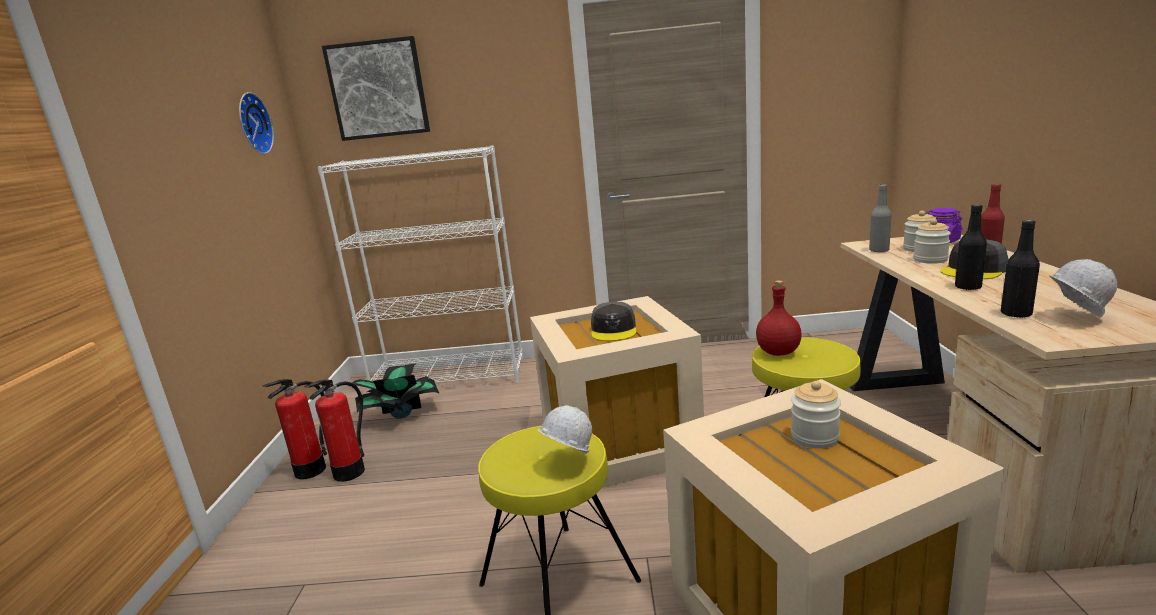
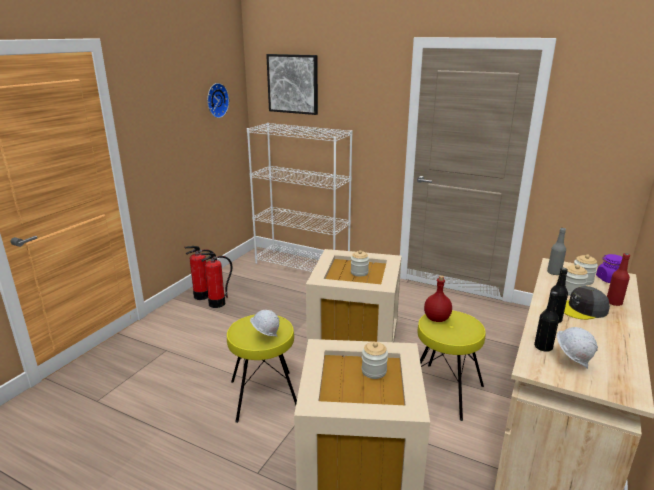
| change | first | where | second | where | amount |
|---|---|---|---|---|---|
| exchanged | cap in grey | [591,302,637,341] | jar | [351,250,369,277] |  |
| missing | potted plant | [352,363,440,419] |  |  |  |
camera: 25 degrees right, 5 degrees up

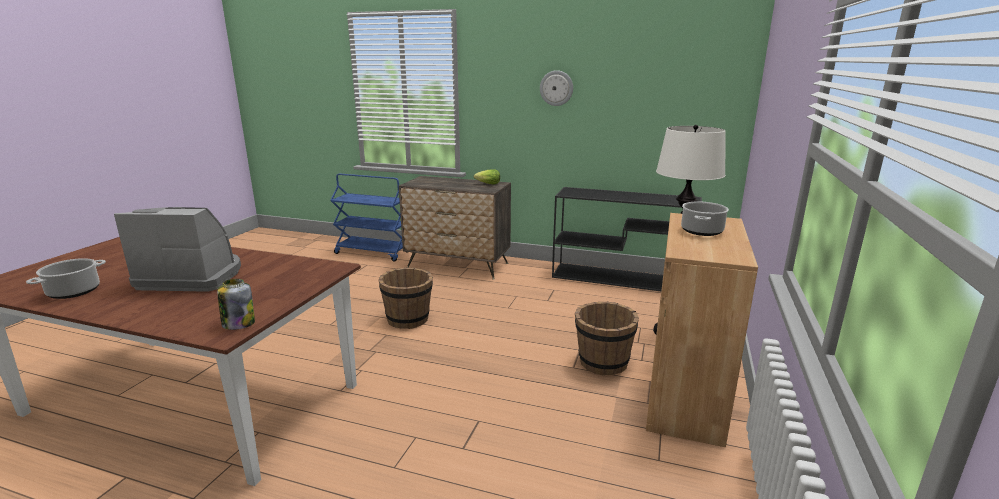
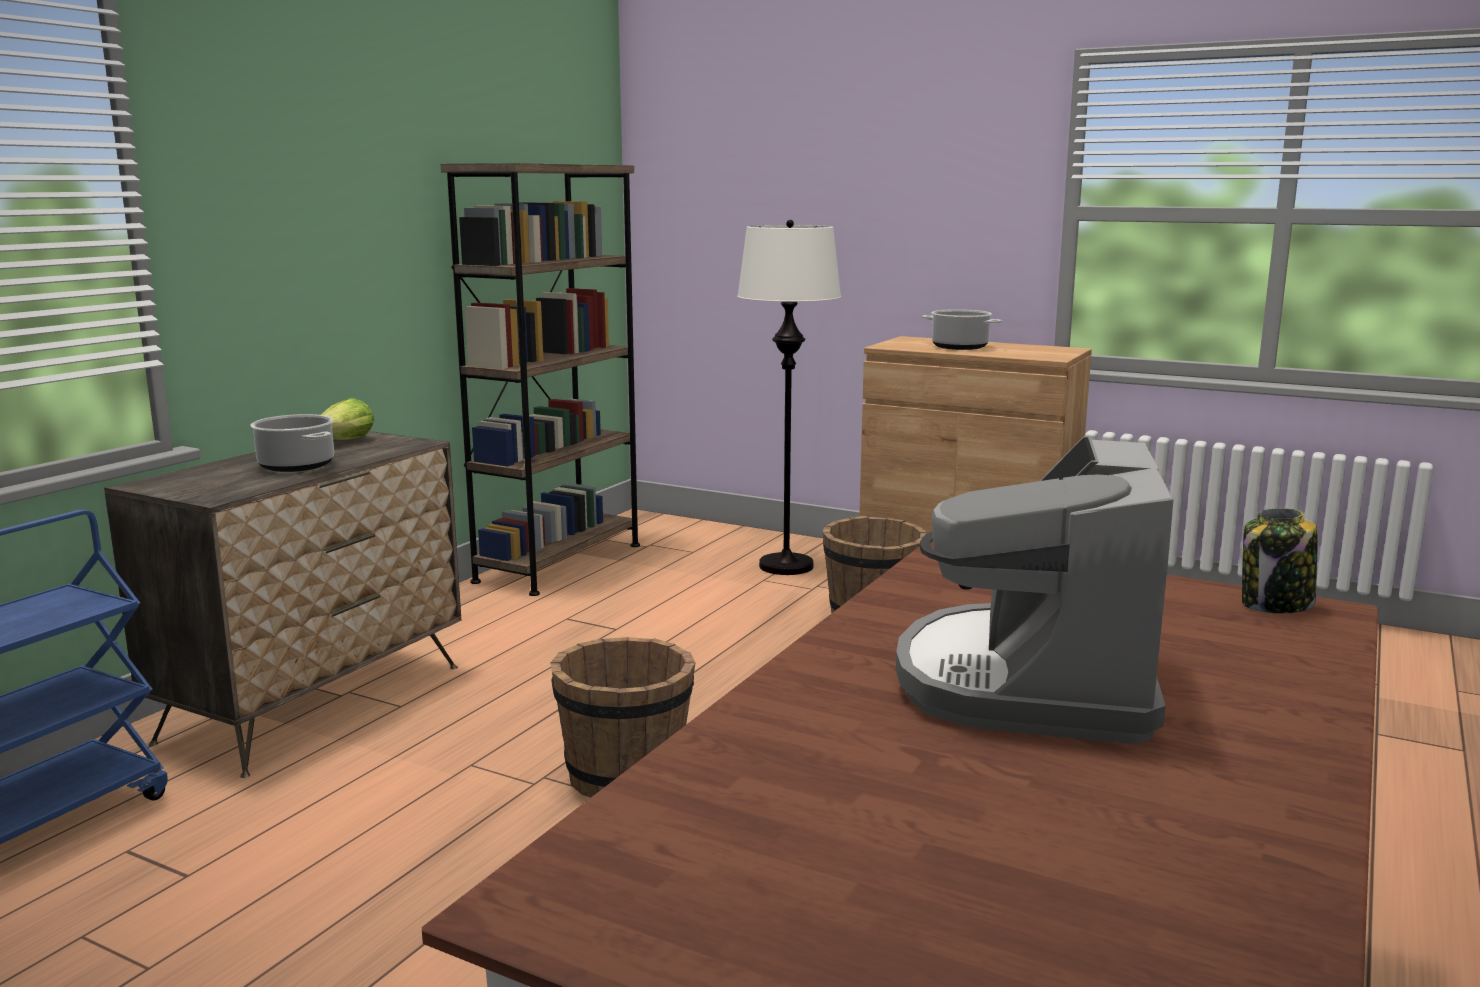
| change | first | where | second | where | amount |
|---|---|---|---|---|---|
| missing | wall clock | [540,70,573,106] |  |  |  |
| exchanged | console table in black | [552,187,702,291] | bookcase in brown | [441,163,640,596] |  |
| relocated | cooking pot | [26,258,106,299] |  | [251,414,334,472] |  |
camera: 80 degrees left, 5 degrees down

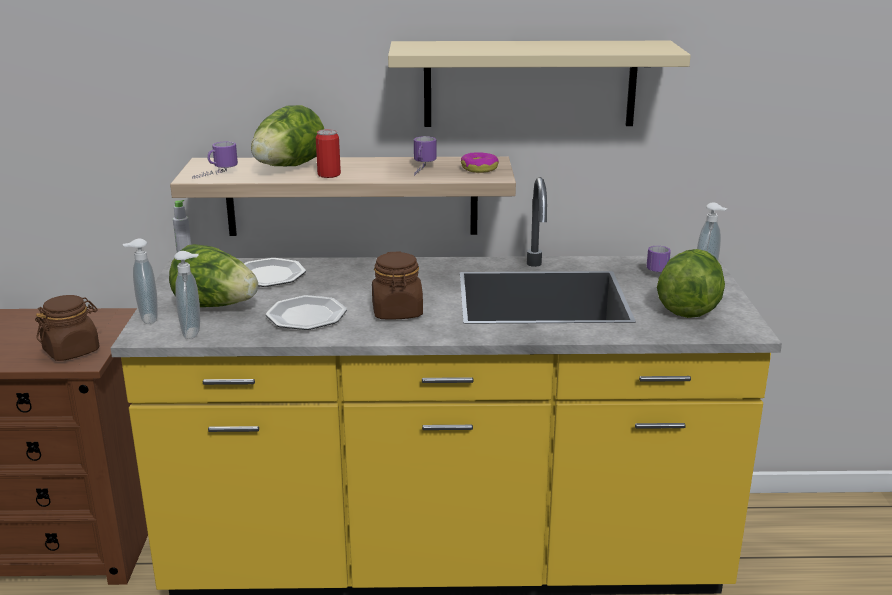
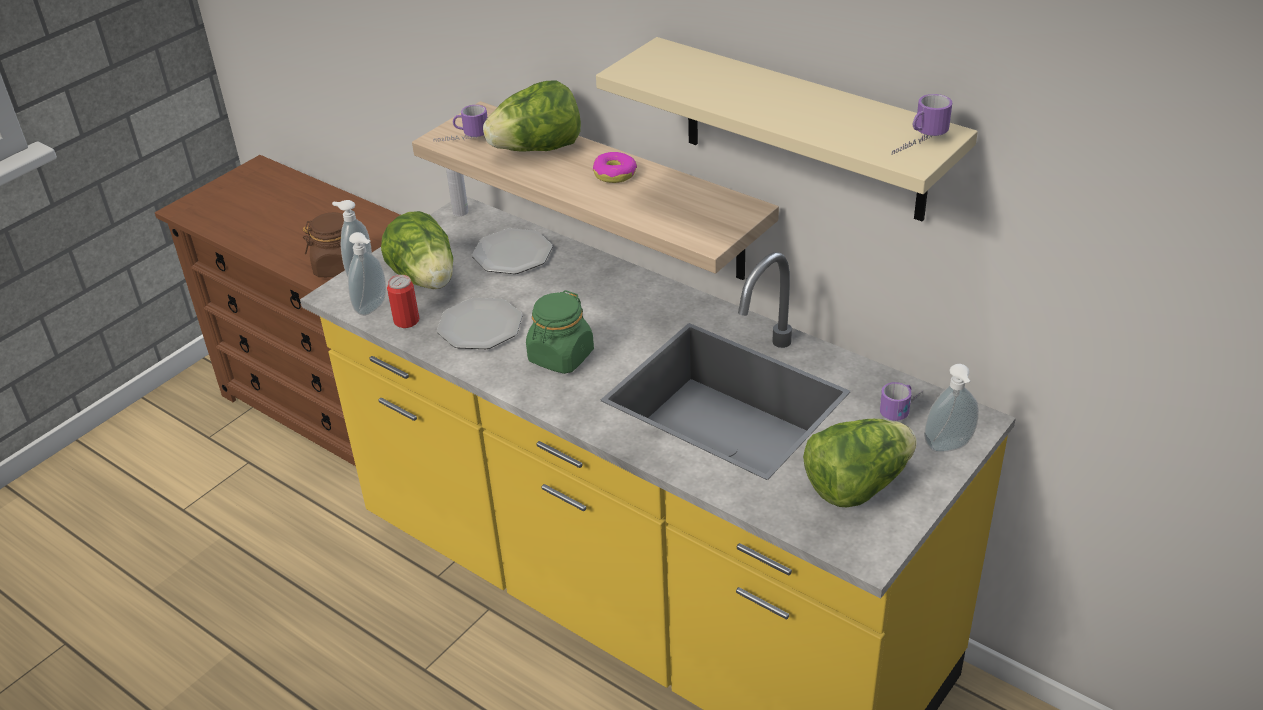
| change | first | where | second | where | amount |
|---|---|---|---|---|---|
| relocated | can | [316,129,341,178] |  | [387,275,419,328] |  |
| relocated | mug | [414,136,436,176] |  | [892,94,952,155] |  |
| relocated | donut | [461,152,499,173] |  | [593,152,637,183] |  |
| colour | jar in brown | [372,251,423,320] | jar in green | [526,290,594,374] |  |
camera: 40 degrees right, 15 degrees up

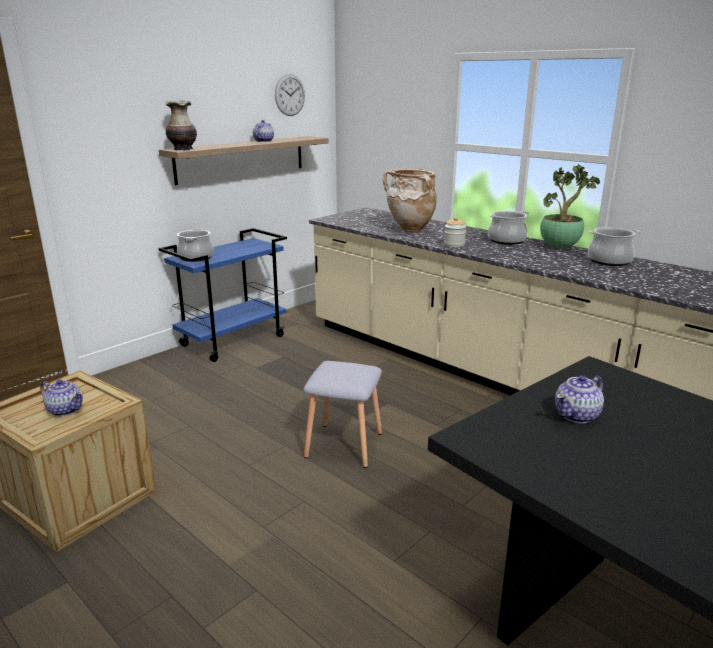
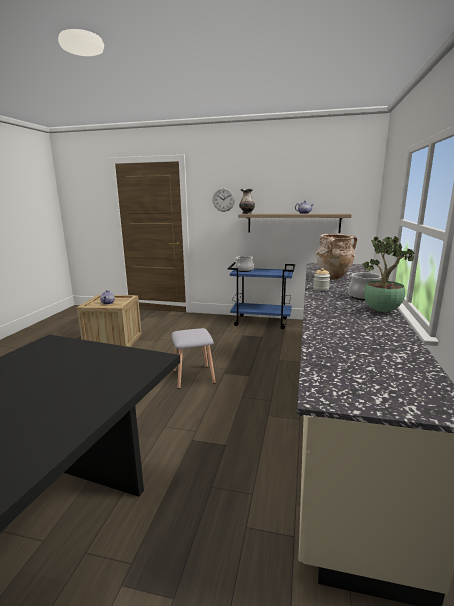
| change | first | where | second | where | amount |
|---|---|---|---|---|---|
| relocated | wall clock | [275,74,305,116] |  | [212,187,235,212] |  |
| missing | cooking pot | [588,227,640,266] |  |  |  |
| missing | teapot | [555,375,604,424] |  |  |  |
camera: 60 degrees right, 5 degrees down

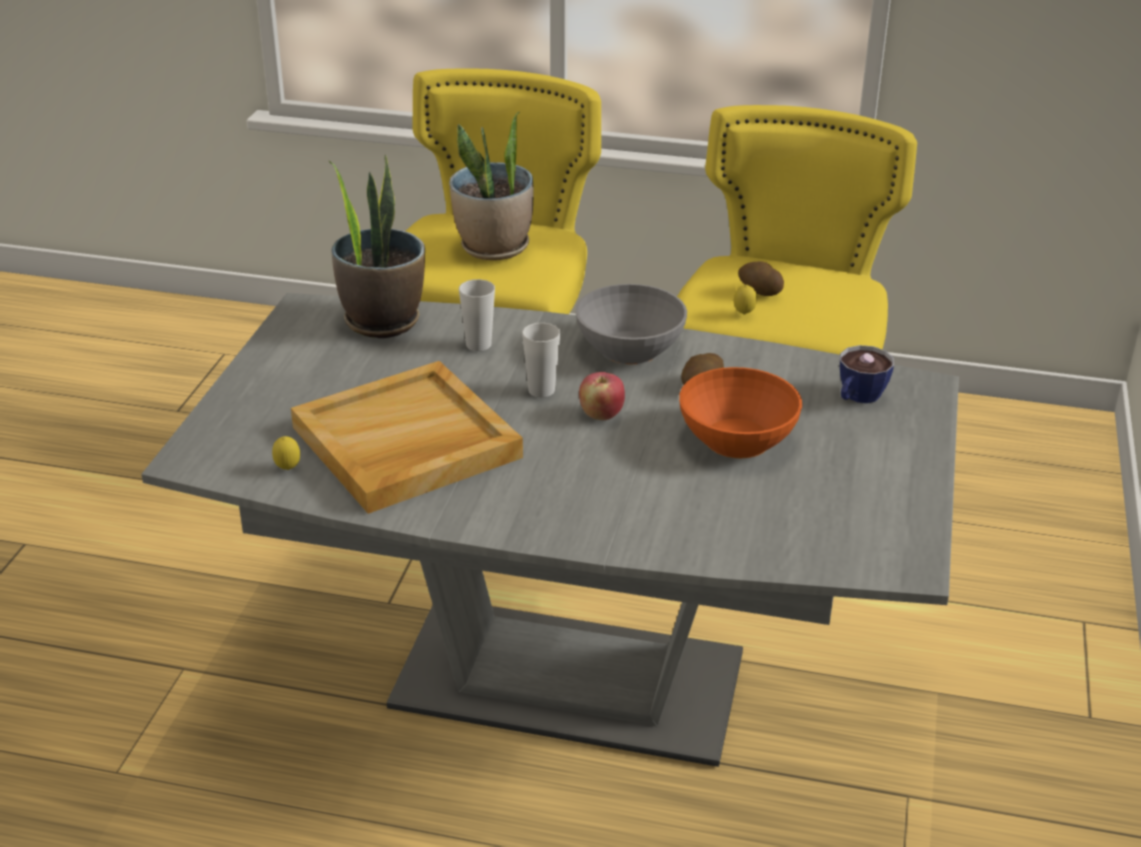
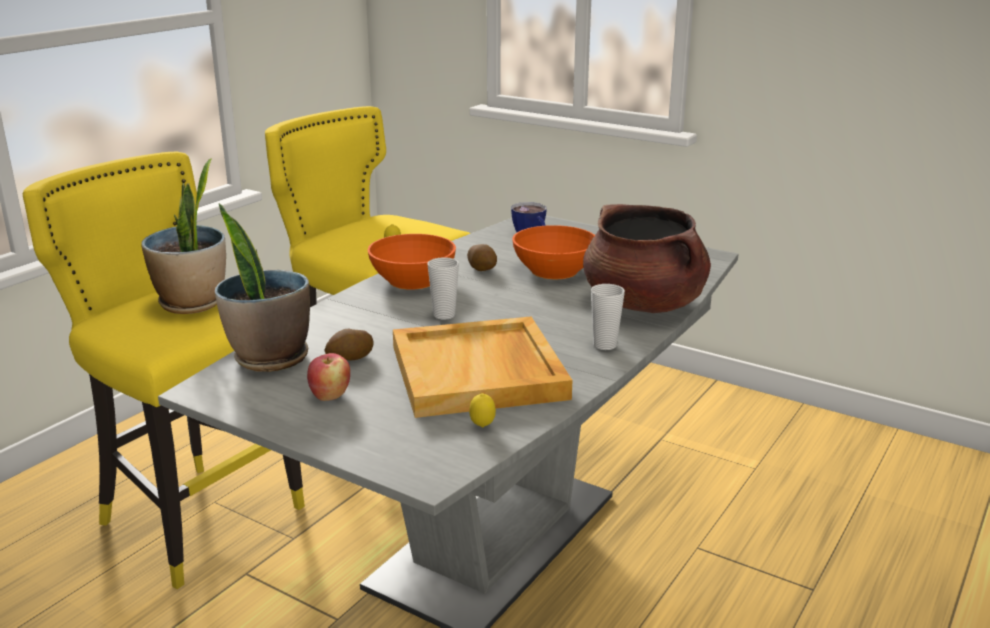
| change | first | where | second | where | amount |
|---|---|---|---|---|---|
| relocated | potato | [738,261,784,296] |  | [324,329,374,361] |  |
| relocated | cup | [459,279,495,351] |  | [591,284,625,350] |  |
| colour | bowl in grey | [575,284,687,364] | bowl in orange | [368,234,456,290] |  |
| relocated | apple | [579,372,625,420] |  | [307,353,350,401] |  |
| appeared |  |  | cooking pot in brown | [583,204,711,313] |  |
camera: 70 degrees left, 10 degrees down

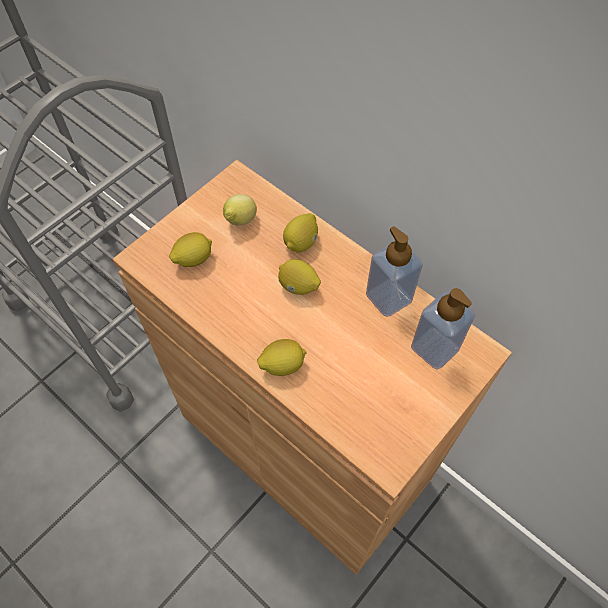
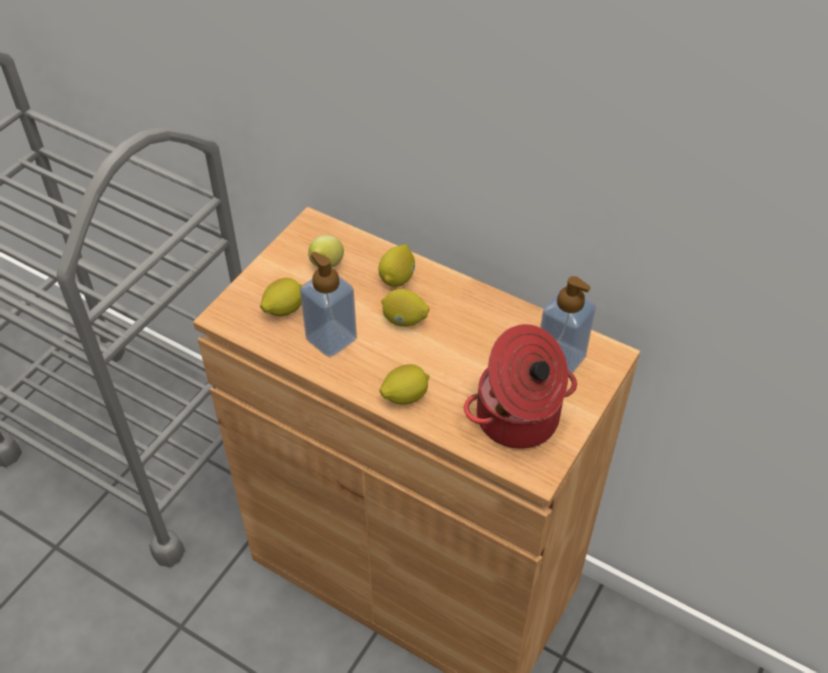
| change | first | where | second | where | amount |
|---|---|---|---|---|---|
| relocated | soap dispenser | [366,226,423,317] |  | [300,252,357,357] |  |
| appeared |  |  | cooking pot | [464,324,577,449] |  |
camera: 10 degrees left, 10 degrees down

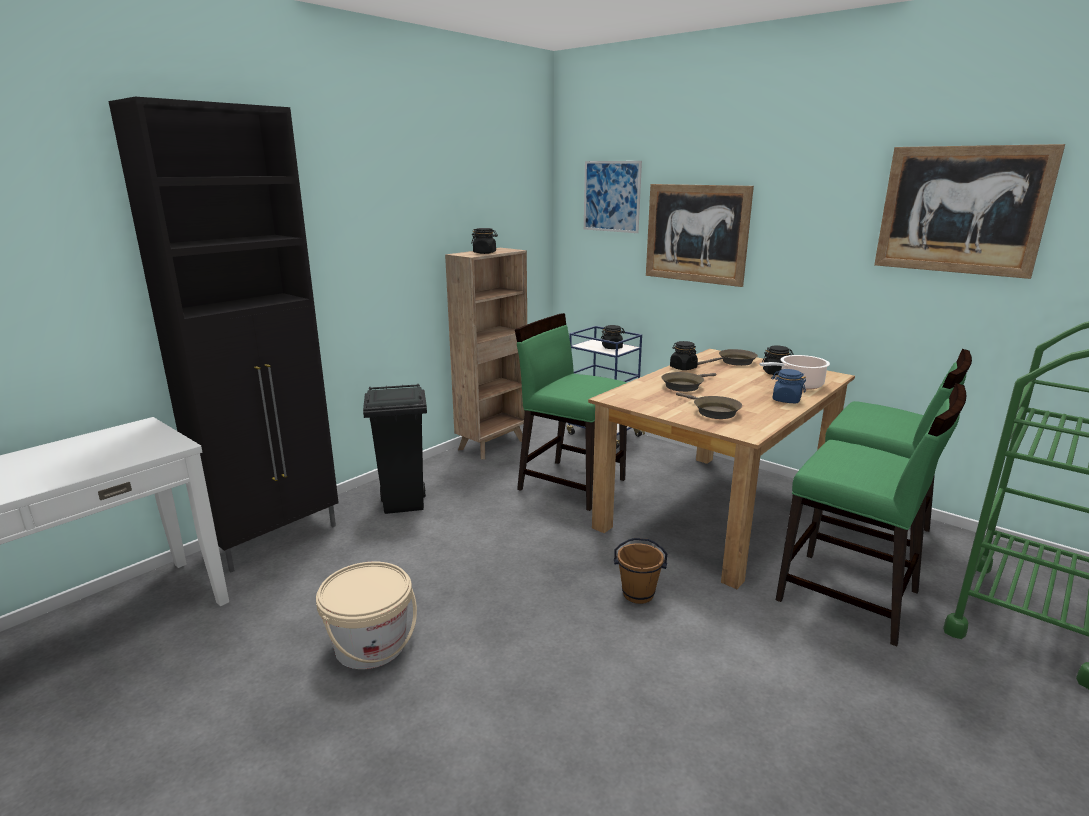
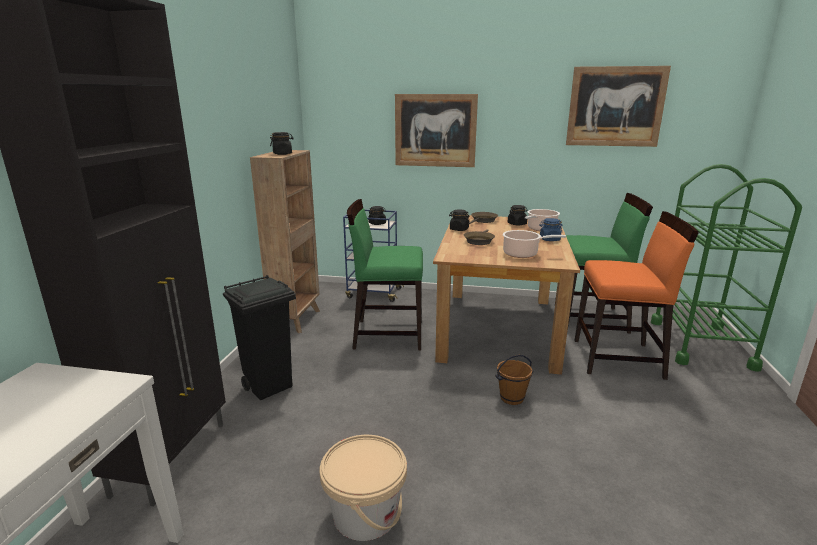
| change | first | where | second | where | amount |
|---|---|---|---|---|---|
| missing | picture | [584,161,642,233] |  |  |  |
| colour | chair in green | [776,383,966,646] | chair in orange | [574,211,699,380] |  |
| exchanged | frying pan in brown | [676,392,742,419] | cooking pot | [503,230,566,258] |  |
camera: 30 degrees left, 0 degrees up

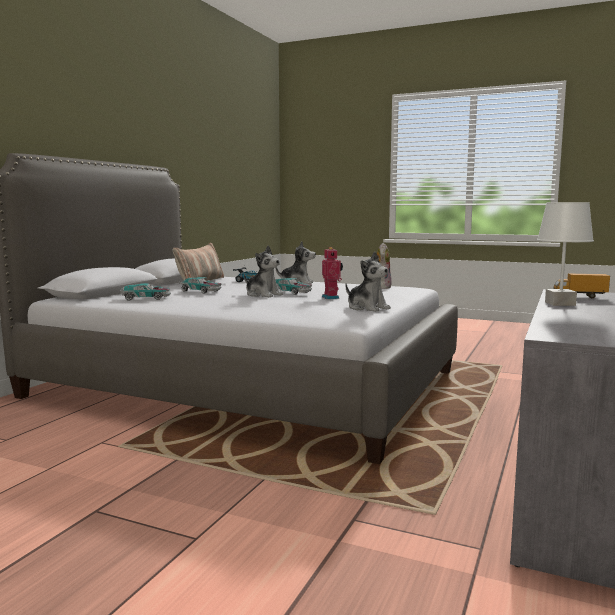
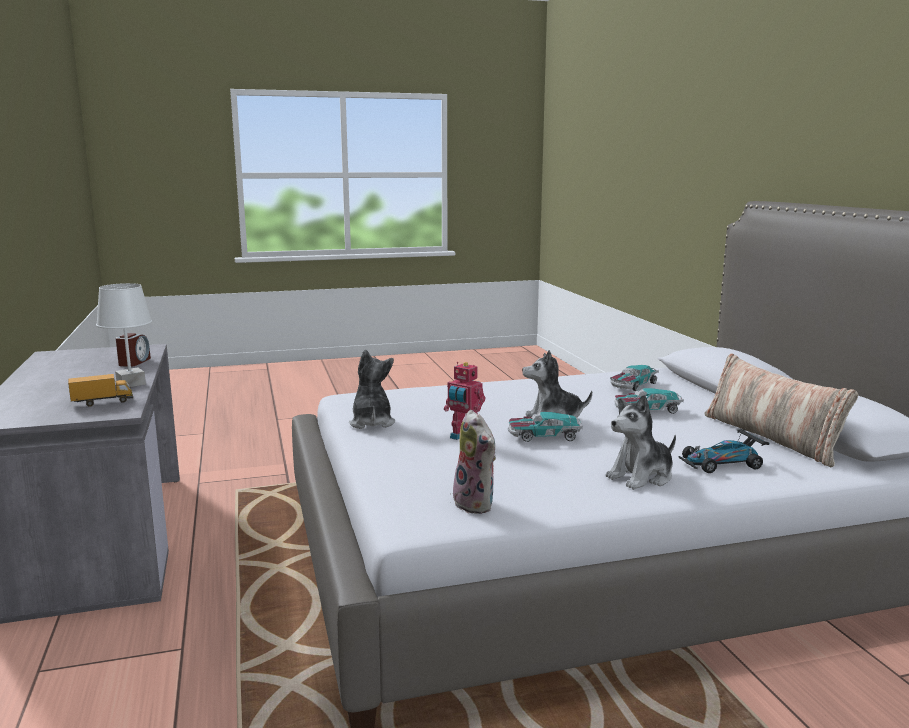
| change | first | where | second | where | amount |
|---|---|---|---|---|---|
| spun | plush toy | [345,252,391,312] |  | [349,350,395,429] | 75 degrees clockwise |
| appeared |  |  | alarm clock | [116,333,151,367] |  |
camera: 140 degrees right, 5 degrees up

